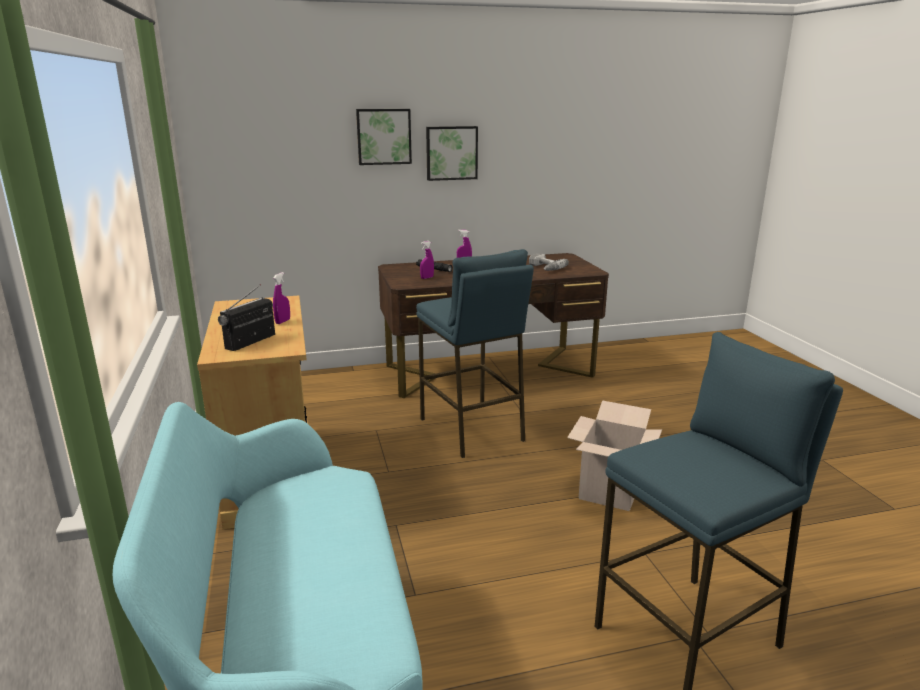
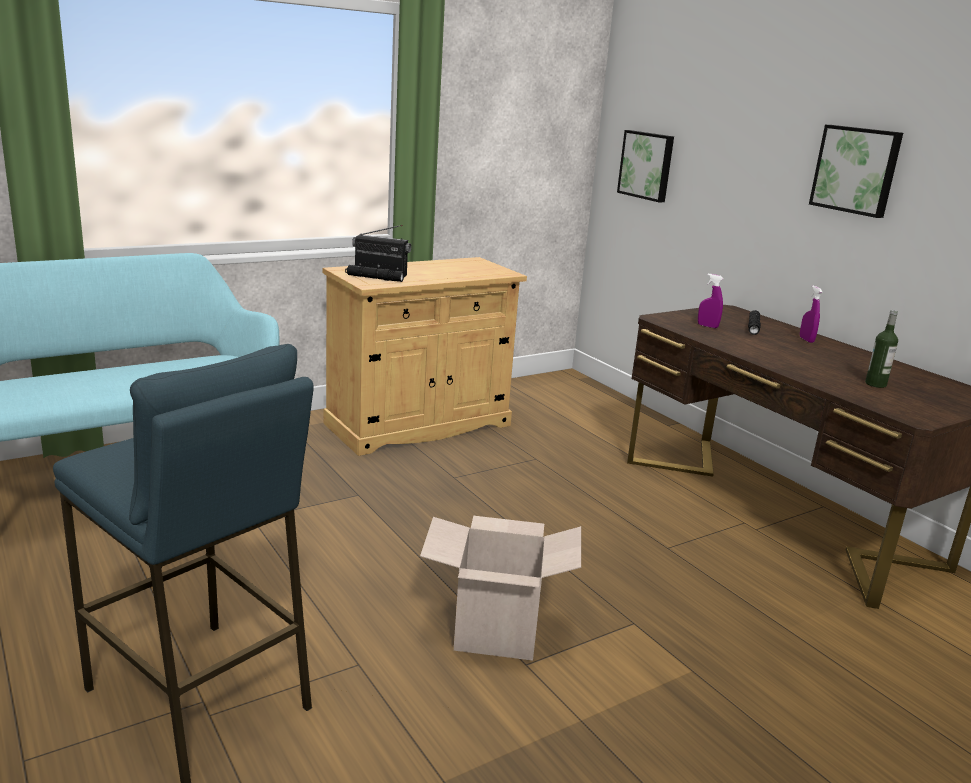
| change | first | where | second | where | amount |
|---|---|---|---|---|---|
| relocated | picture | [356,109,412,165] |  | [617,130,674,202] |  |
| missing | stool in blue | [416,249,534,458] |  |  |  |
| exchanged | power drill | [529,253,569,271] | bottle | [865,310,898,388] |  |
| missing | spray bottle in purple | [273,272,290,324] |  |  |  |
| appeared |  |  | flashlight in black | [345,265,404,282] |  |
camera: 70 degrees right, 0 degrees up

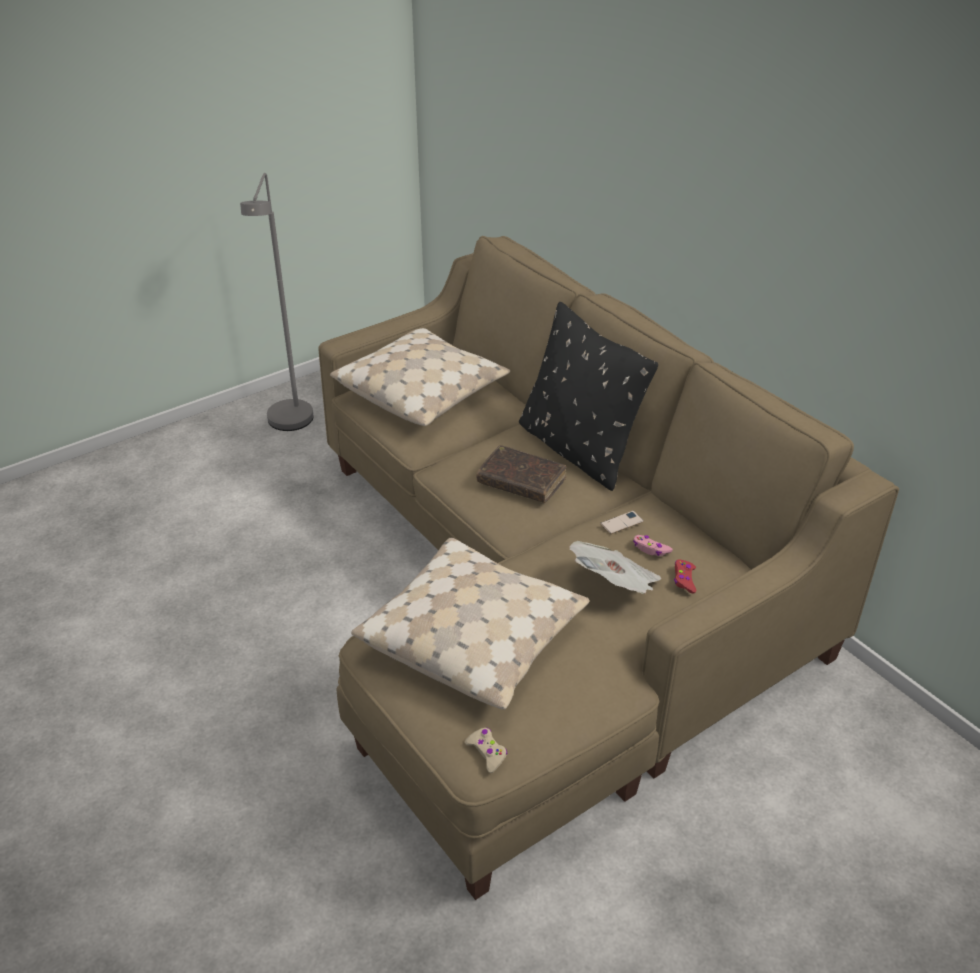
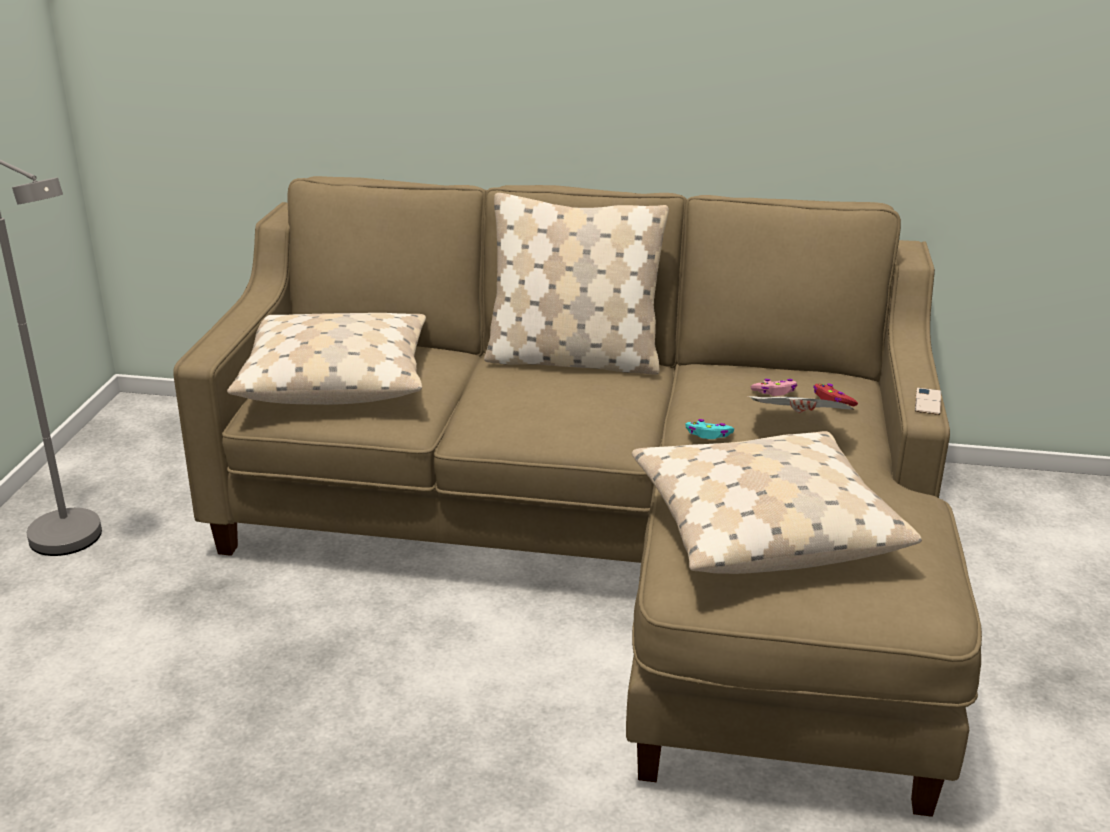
| change | first | where | second | where | amount |
|---|---|---|---|---|---|
| colour | pillow in black | [519,302,658,491] | pillow in beige | [484,193,669,375] |  |
| missing | book in brown | [476,445,567,503] |  |  |  |
| relocated | phone | [600,511,644,534] |  | [915,387,941,415] |  |
| missing | game controller in beige | [465,728,507,773] |  |  |  |
| appeared |  |  | game controller in turquoise | [685,419,734,439] |  |
camera: 45 degrees left, 10 degrees down

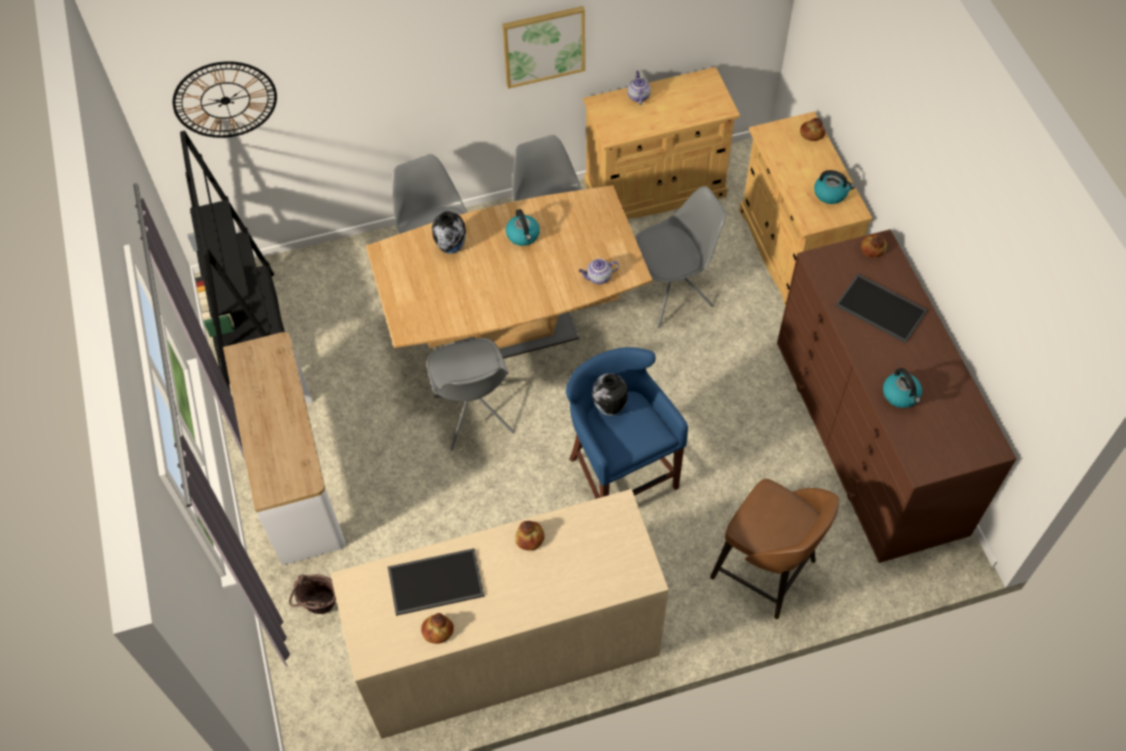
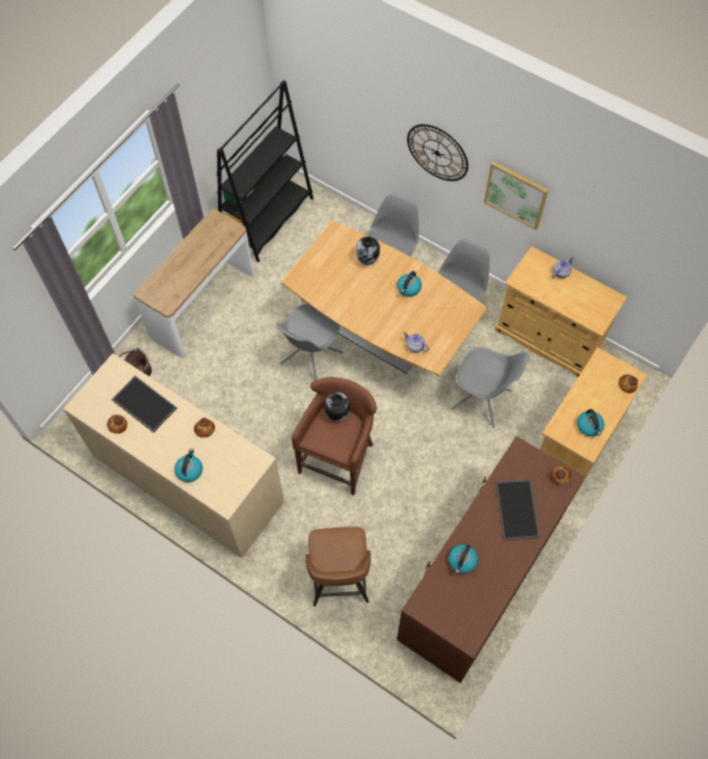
| change | first | where | second | where | amount |
|---|---|---|---|---|---|
| relocated | wall clock | [173,61,277,138] |  | [407,124,468,181] |  |
| colour | stool in blue | [566,347,688,499] | stool in brown | [292,377,377,495] |  |
| appeared |  |  | kettle | [174,449,203,482] |  |
camera: 50 degrees right, 5 degrees up

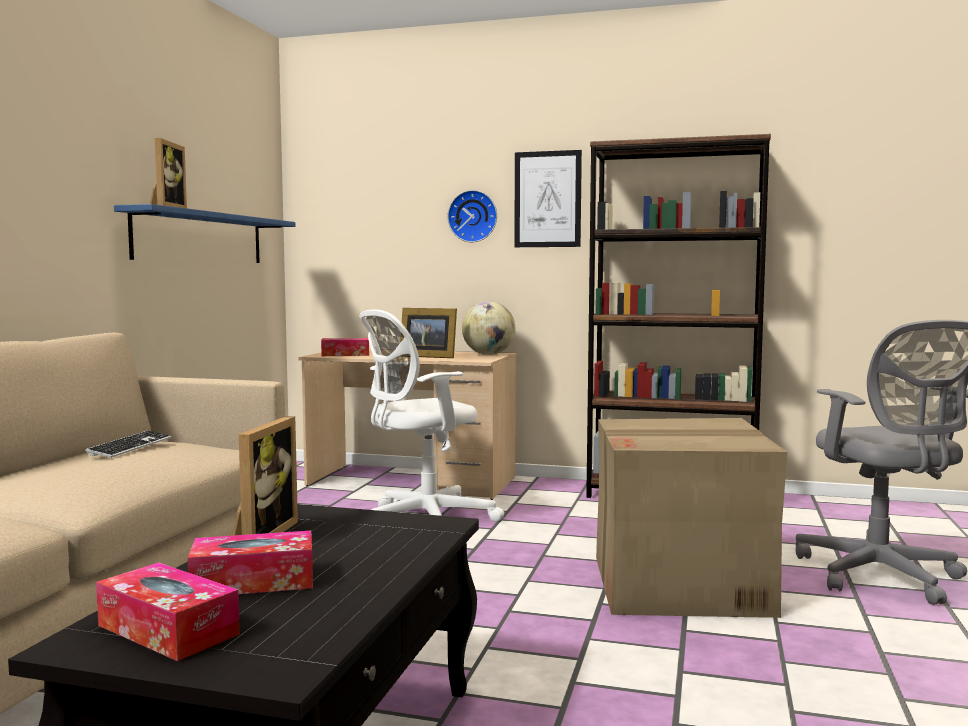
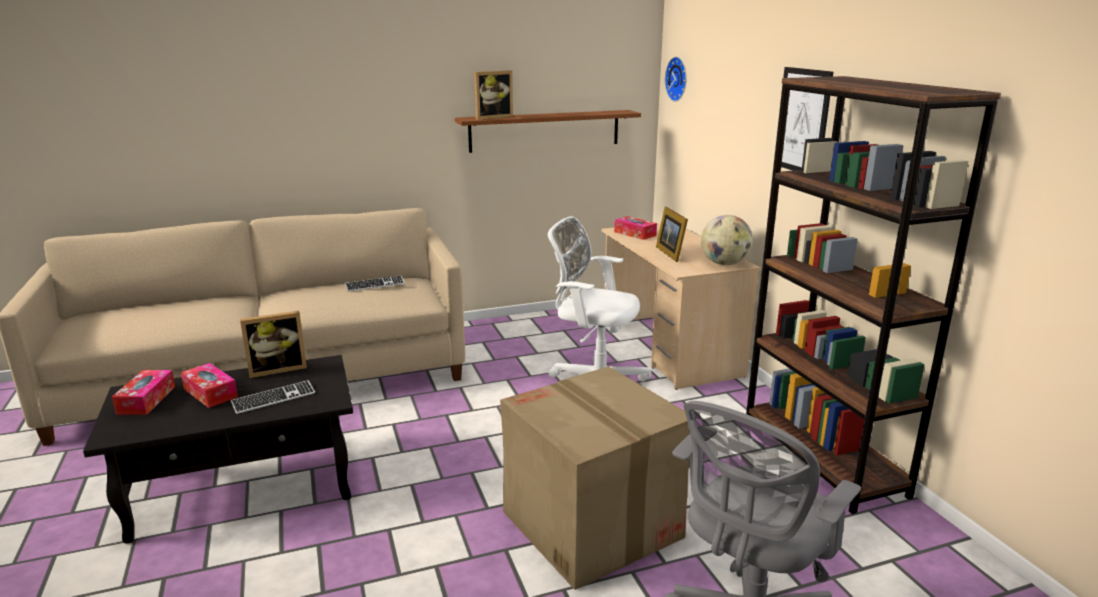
| change | first | where | second | where | amount |
|---|---|---|---|---|---|
| relocated | wall clock | [447,190,497,242] |  | [665,57,687,102] |  |
| colour | shelf in blue | [114,204,295,263] | shelf in brown | [455,110,641,153] |  |
| appeared |  |  | keyboard | [231,380,315,414] |  |
camera: 55 degrees right, 15 degrees up

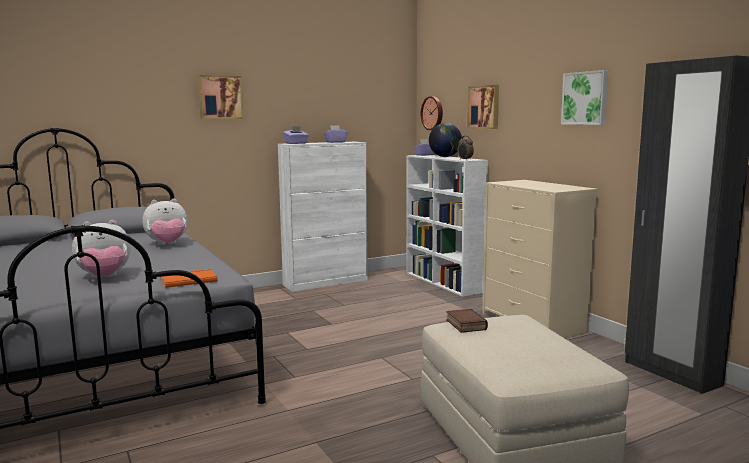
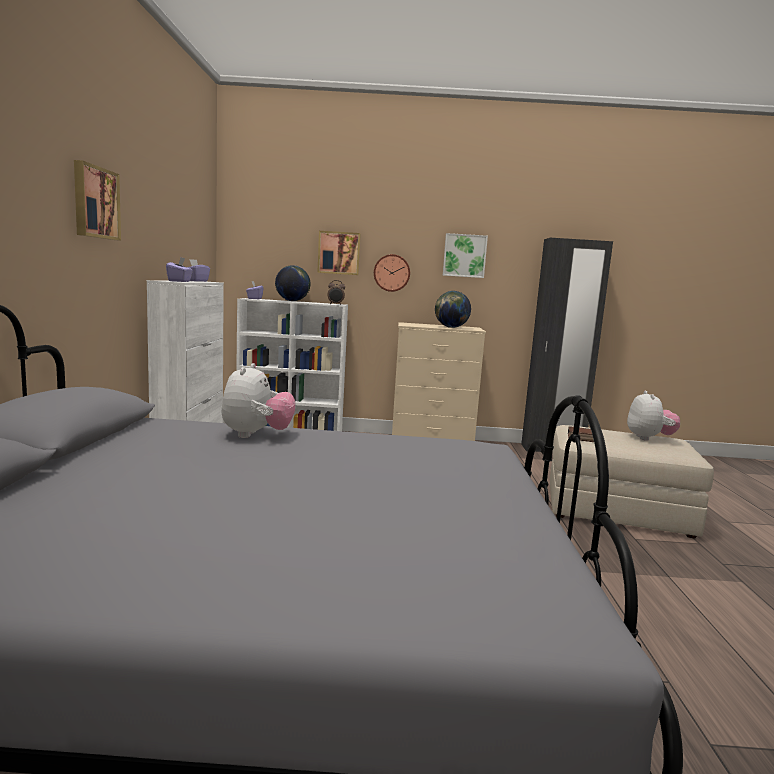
| change | first | where | second | where | amount |
|---|---|---|---|---|---|
| relocated | wall clock | [420,96,443,130] |  | [374,254,410,292] |  |
| relocated | plush toy | [72,220,131,278] |  | [627,391,680,441] |  |
| missing | book in orange | [160,269,217,288] |  |  |  |
| appeared |  |  | globe | [435,291,471,328] |  |
camera: 60 degrees left, 0 degrees up

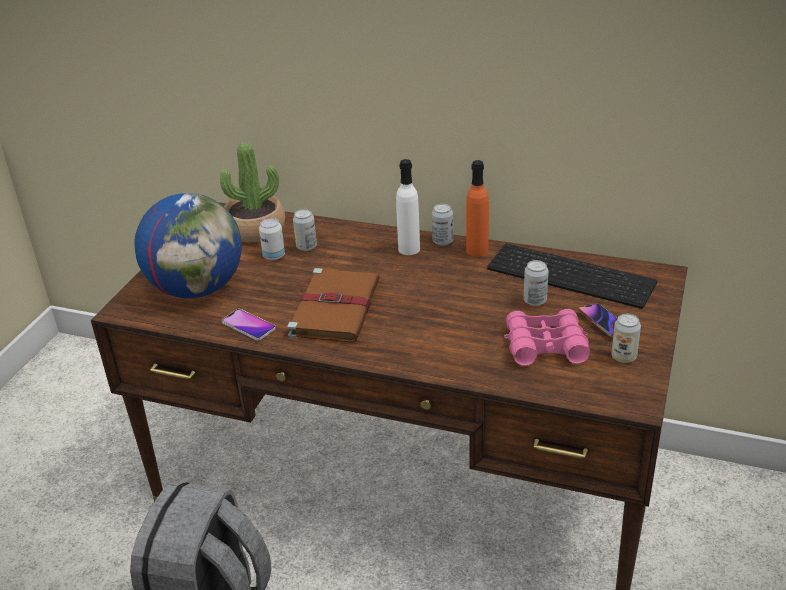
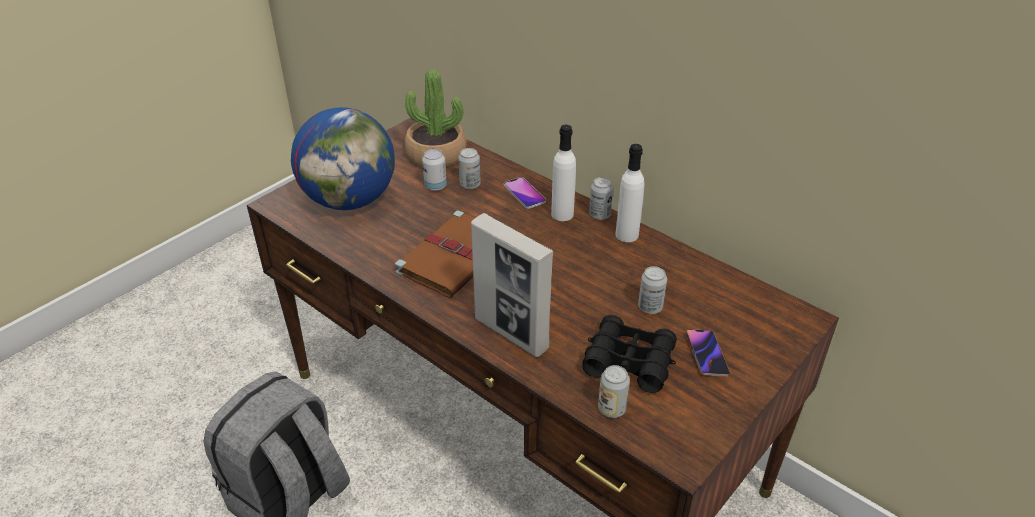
| change | first | where | second | where | amount |
|---|---|---|---|---|---|
| colour | bottle in orange | [466,160,489,257] | bottle in white | [615,144,644,242] |  |
| missing | keyboard | [487,243,658,309] |  |  |  |
| relocated | phone | [222,309,276,340] |  | [504,177,546,209] |  |
| colour | binoculars in pink | [504,309,590,366] | binoculars in black | [582,315,677,393] |  |
| relocated | can | [611,314,641,363] |  | [598,365,630,418] |  |
| appeared |  |  | picture frame | [471,213,553,357] |  |
camera: 20 degrees right, 5 degrees up

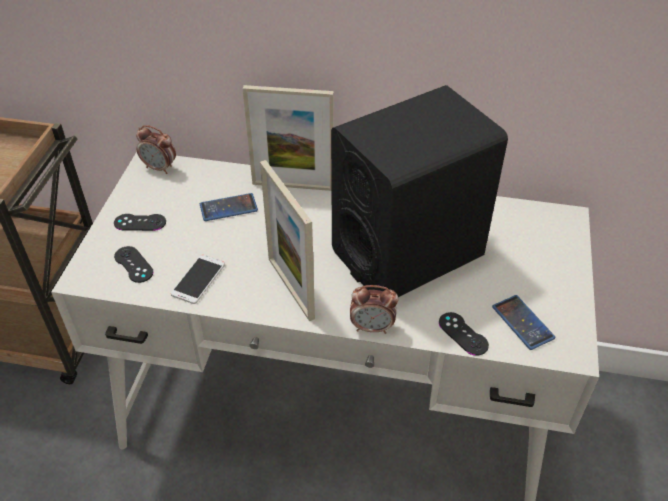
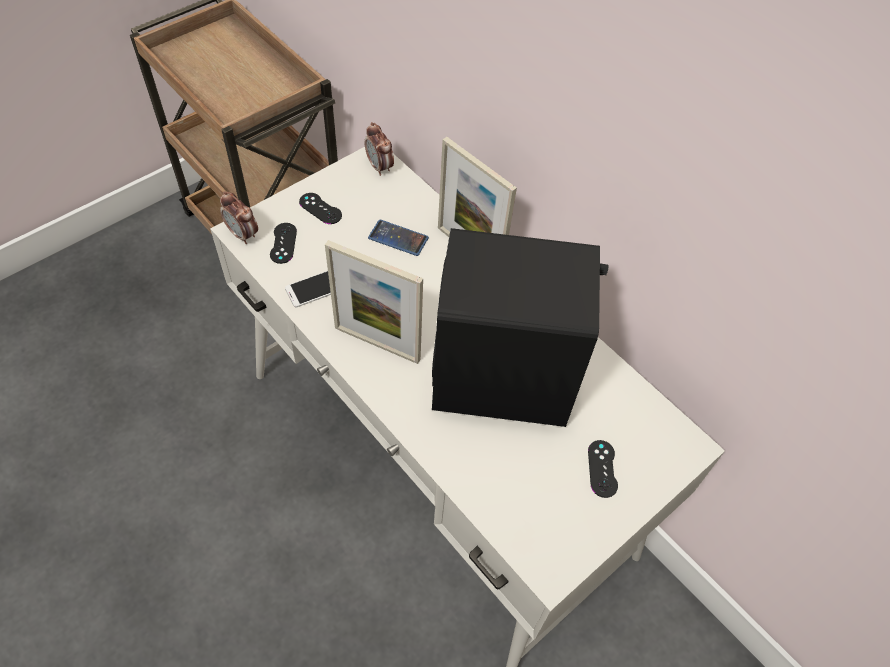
| change | first | where | second | where | amount |
|---|---|---|---|---|---|
| spun | picture frame | [260,160,315,322] |  | [325,240,423,364] | 75 degrees counterclockwise |
| relocated | alarm clock | [350,285,399,334] |  | [220,191,258,244] |  |
| missing | phone | [492,295,555,350] |  |  |  |
| relocated | game controller in black | [439,312,489,356] |  | [588,440,618,498] |  |
camera: 35 degrees right, 10 degrees up

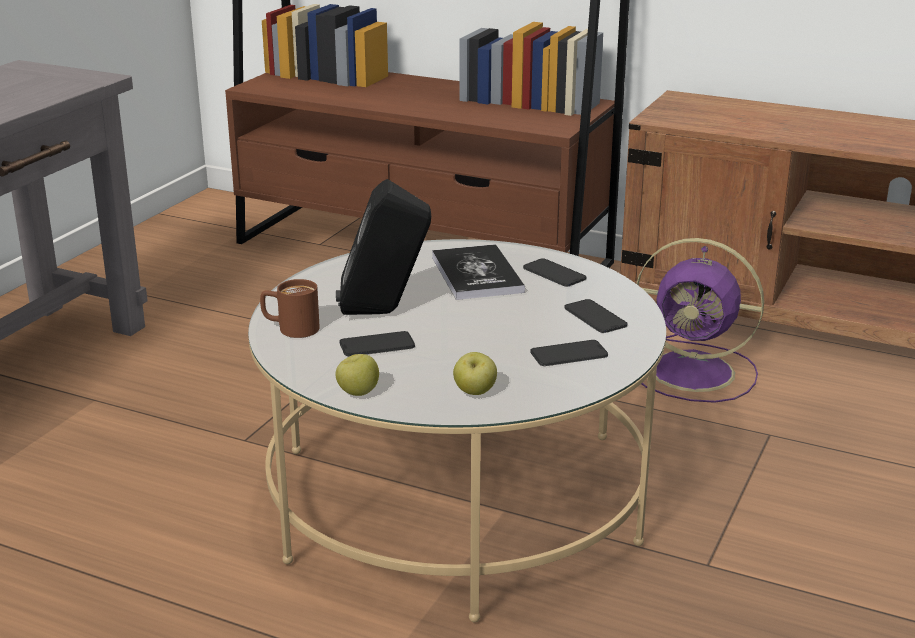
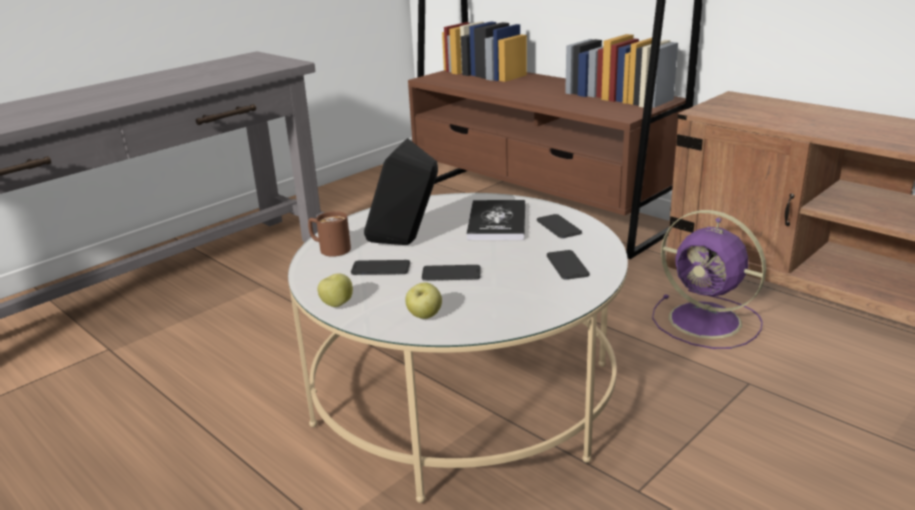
| change | first | where | second | where | amount |
|---|---|---|---|---|---|
| relocated | phone | [530,340,608,366] |  | [422,265,480,281] |  |
camera: 20 degrees right, 0 degrees up

